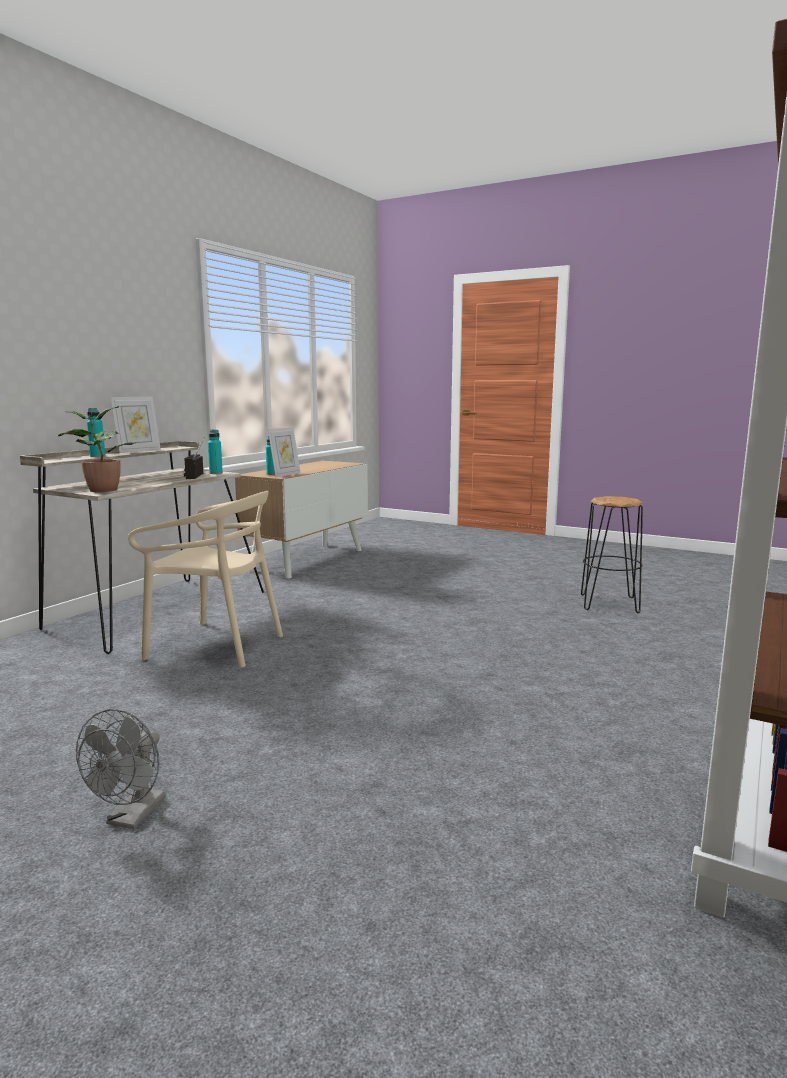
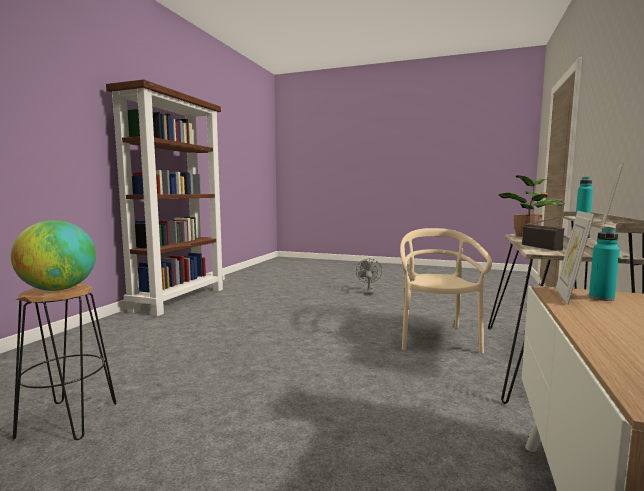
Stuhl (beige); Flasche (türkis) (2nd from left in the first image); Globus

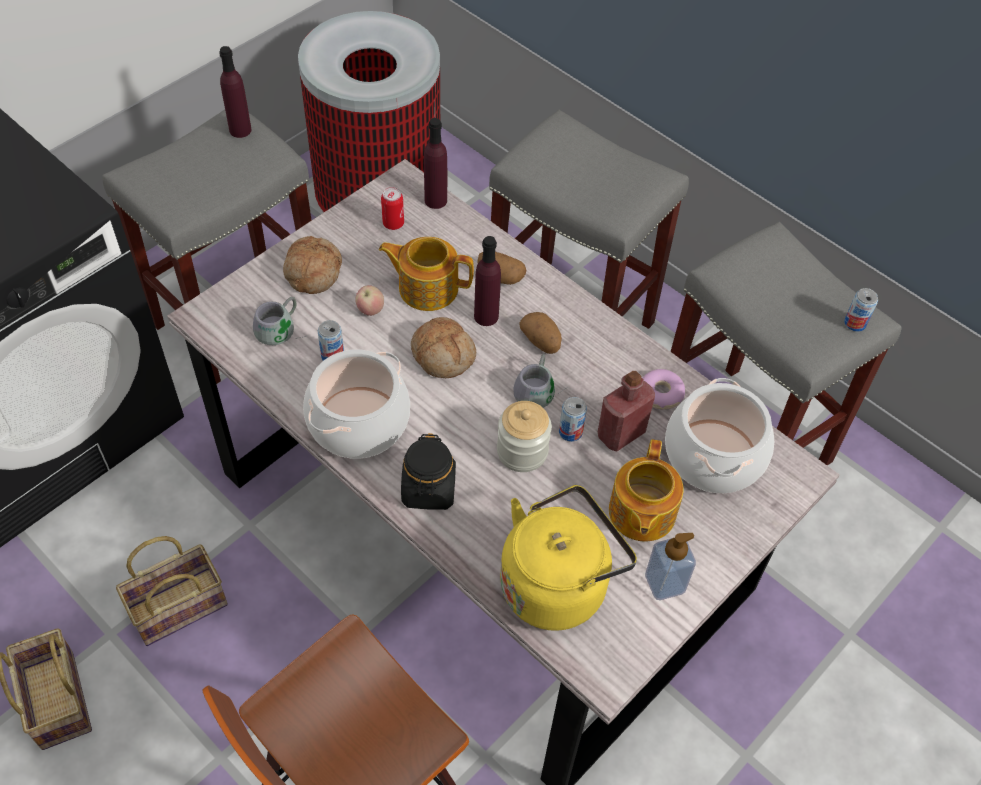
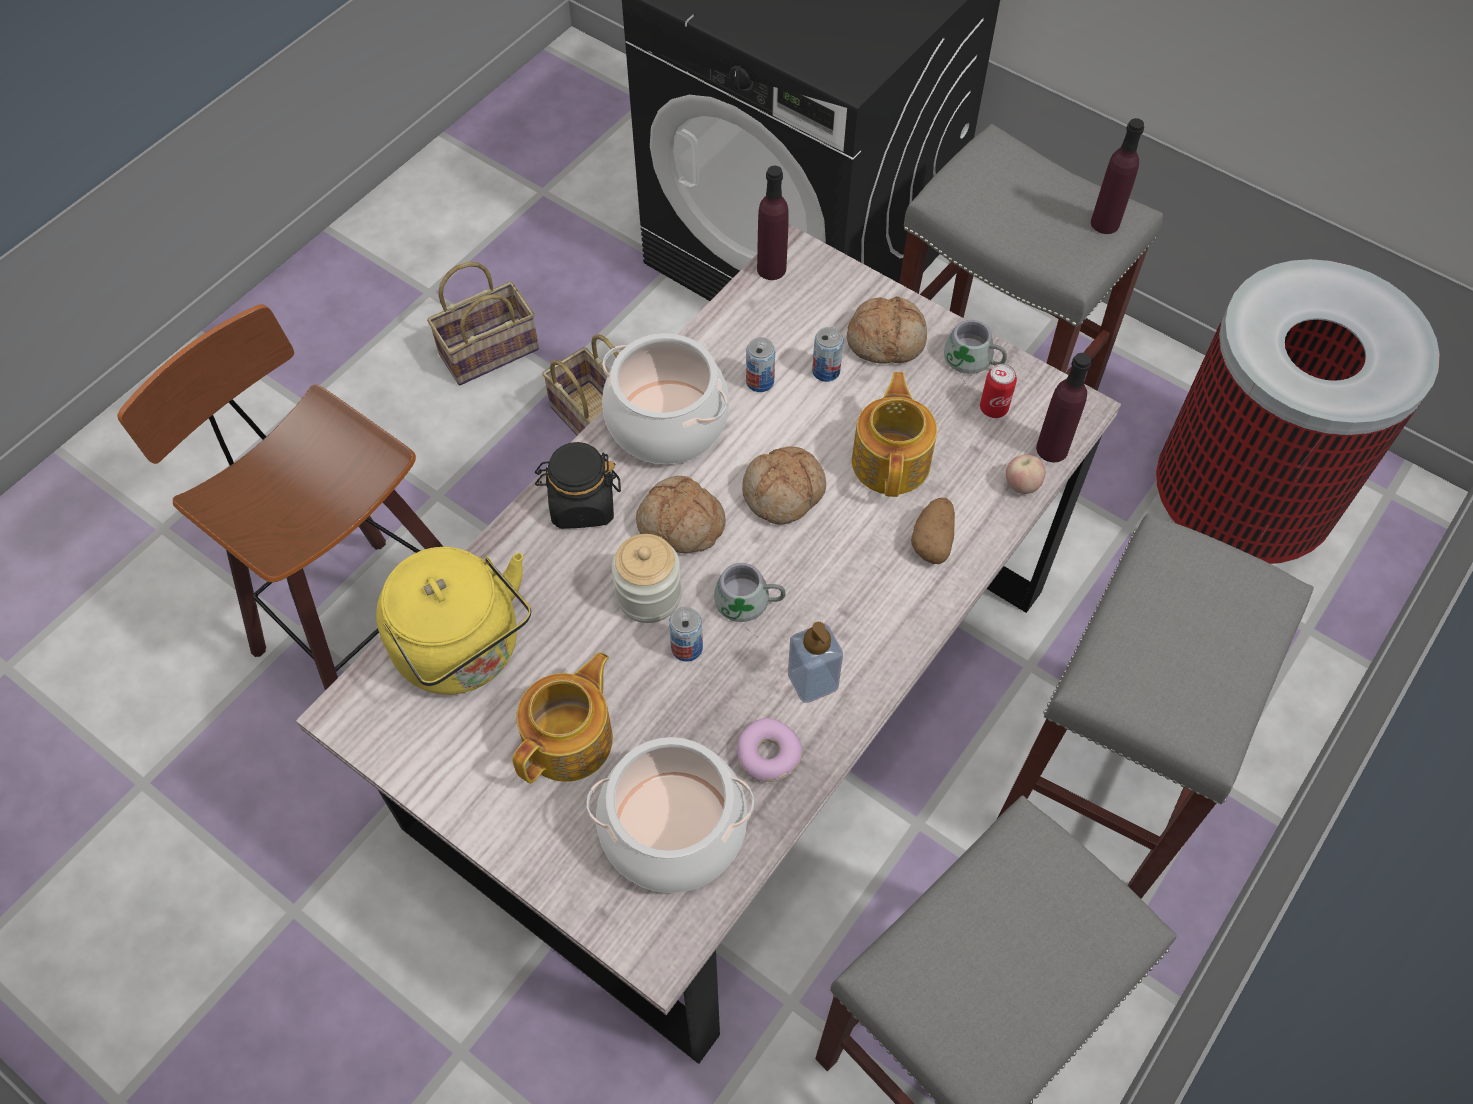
Henkelbecher (grau) (2nd from left); Apfel; Flasche (lila) (1st from left); Kartoffel (2nd from left in the first image); Flasche (rot); Teekanne (1st from left); Seifenspender; Dose (3rd from left); Brot (1st from left)

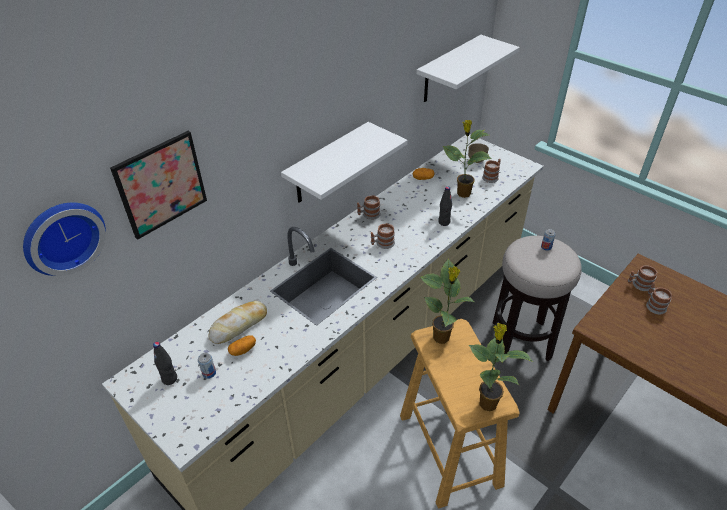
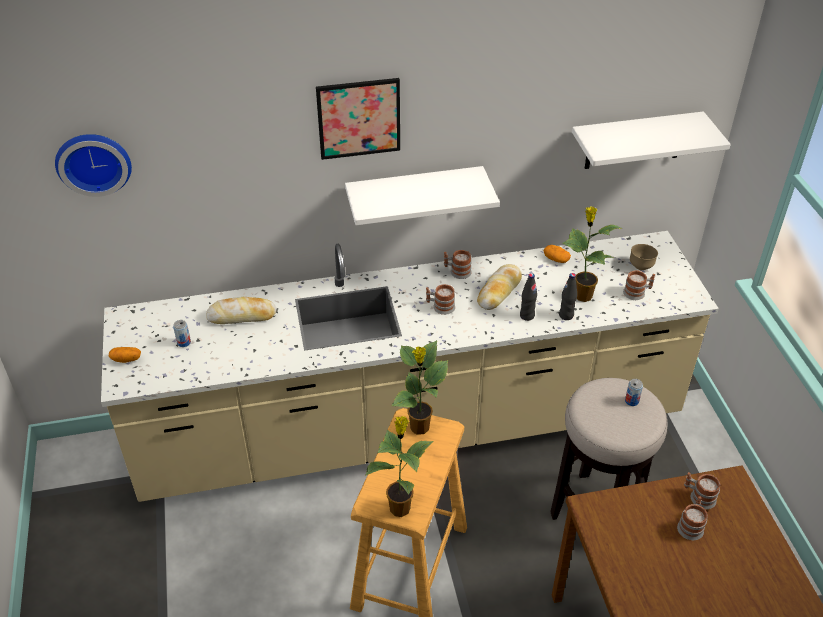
Bild; Flasche (schwarz) (2nd from left); Kartoffel (1st from left); Brot (2nd from left)

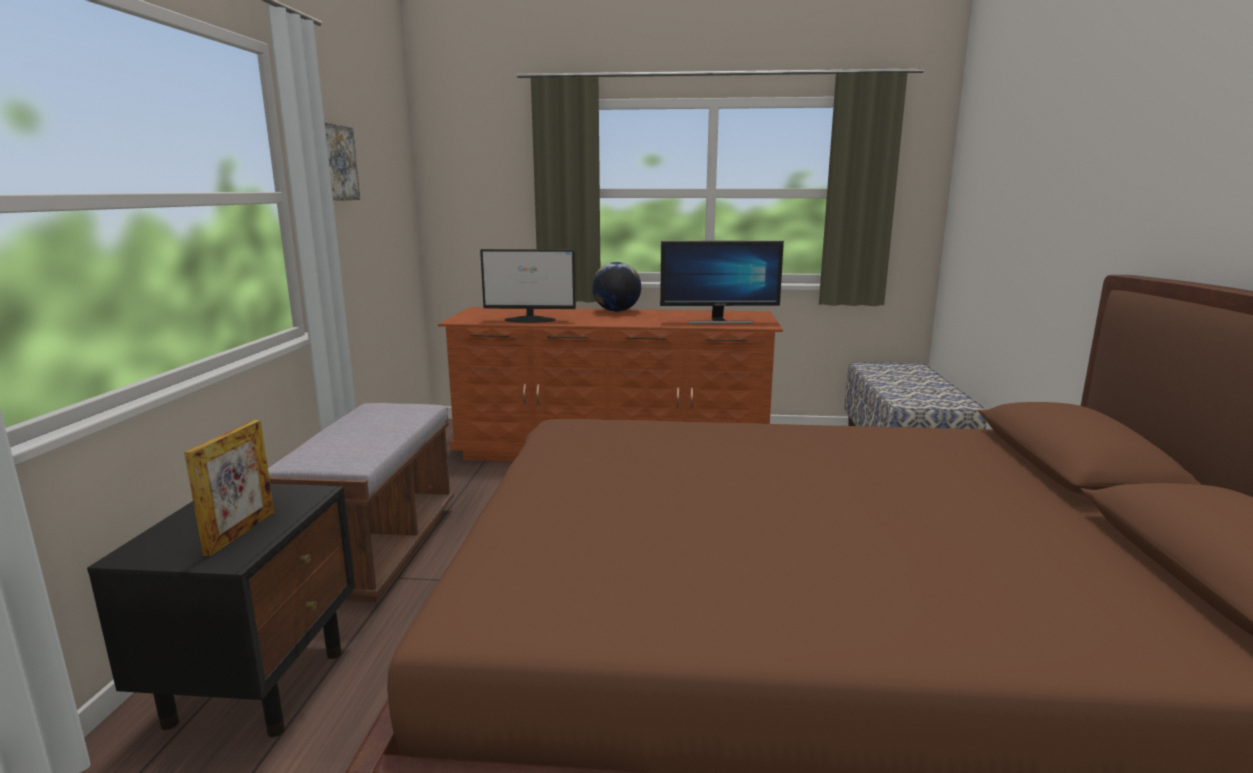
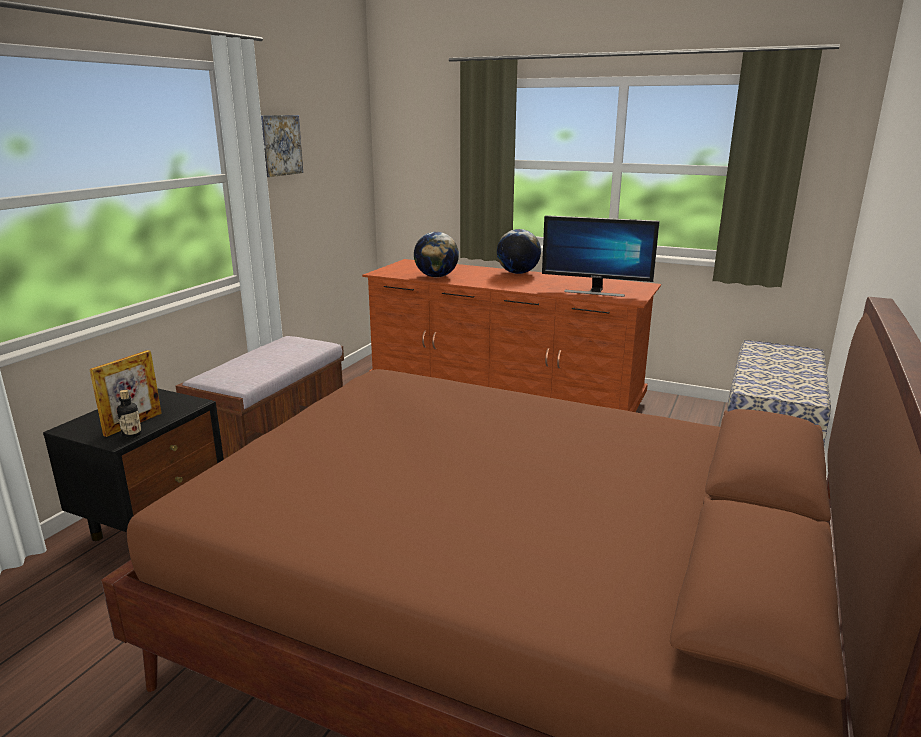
Globus (1st from left); Flasche

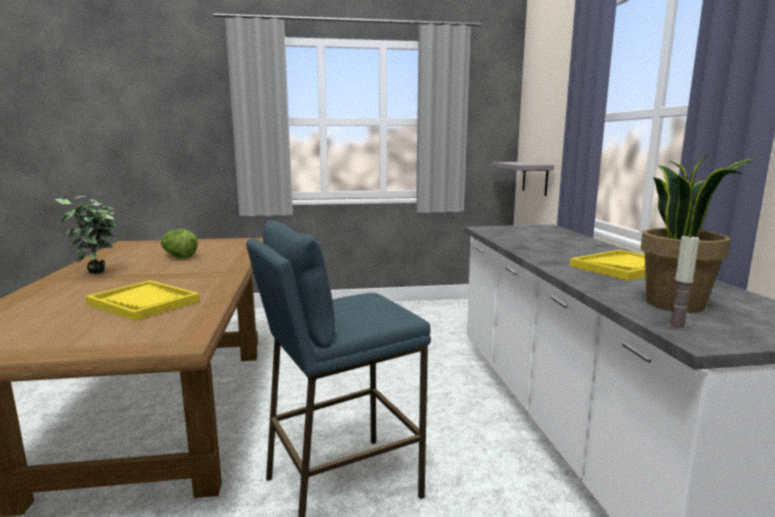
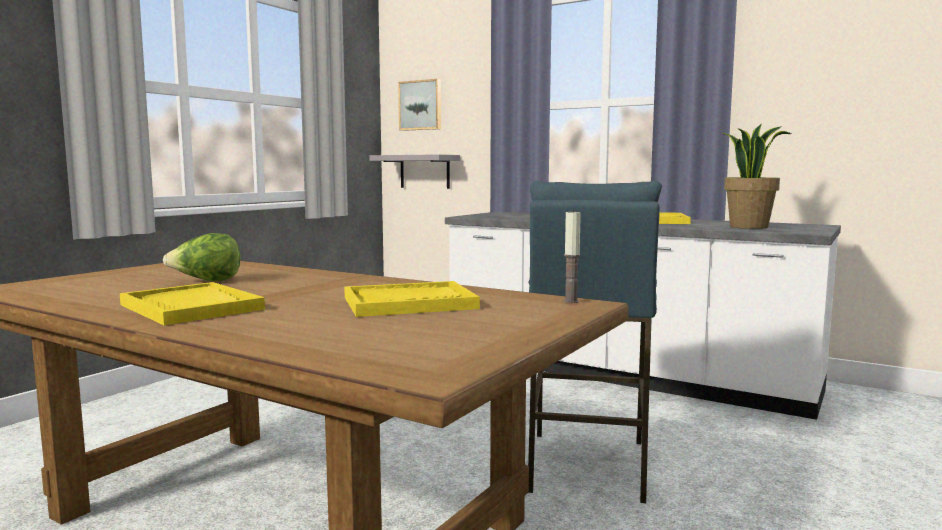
Tablett (gelb) (1st from left); Kerze; Bild

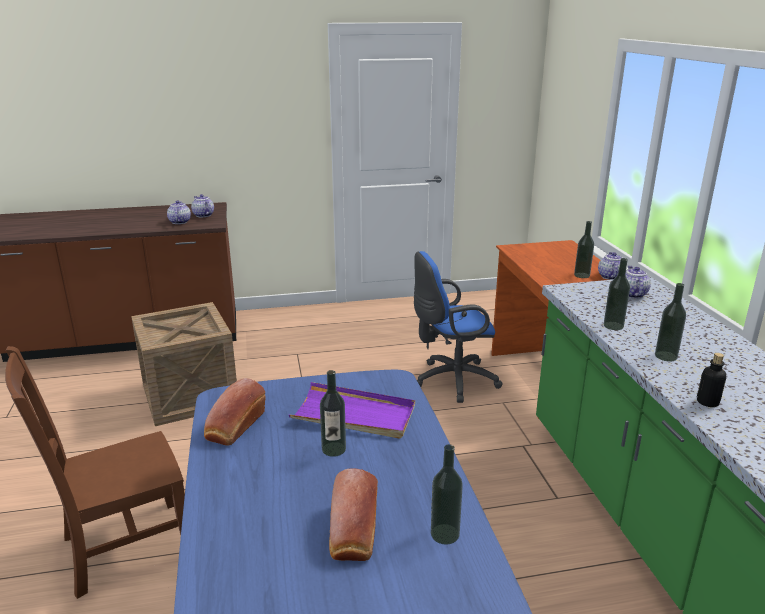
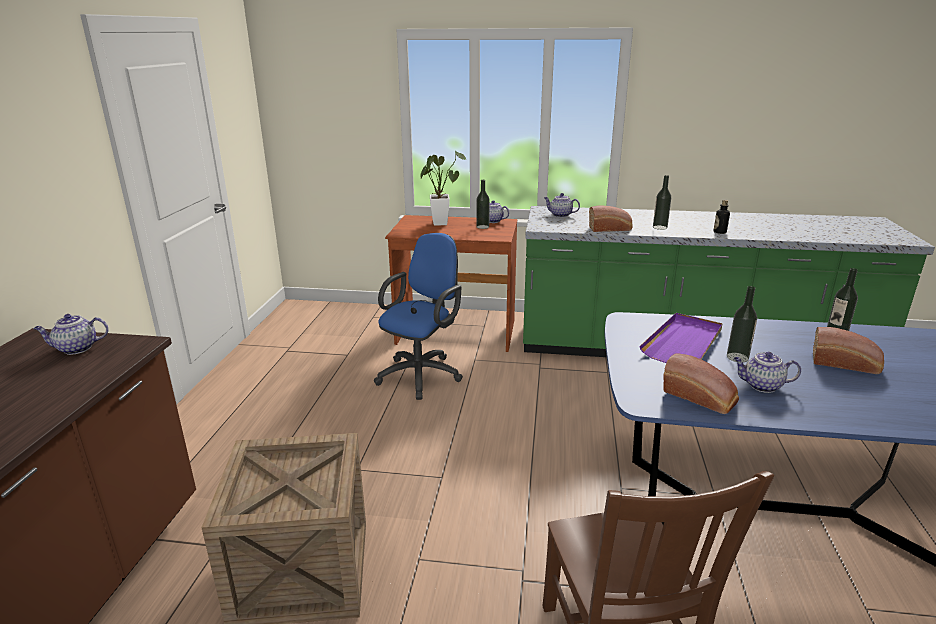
Teekanne (4th from left); Bürostuhl (blau); Brot (1st from left); Topfpflanze

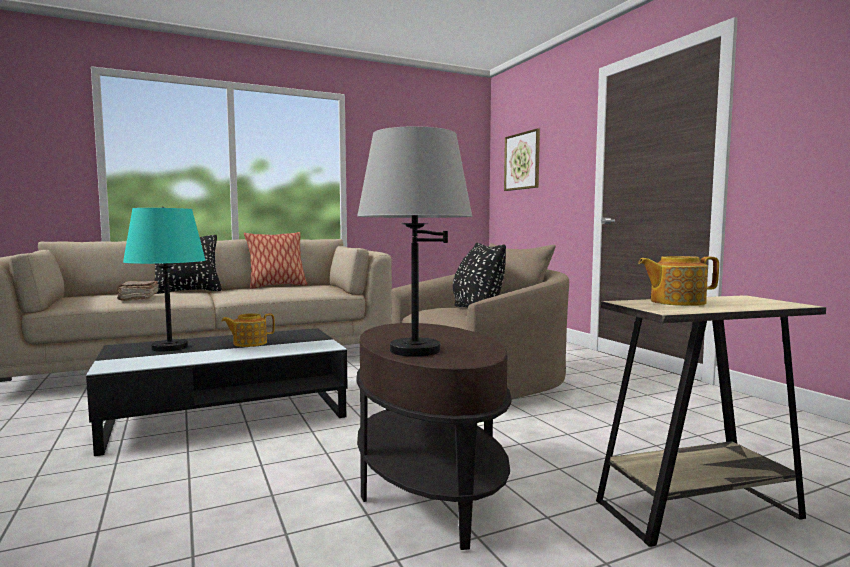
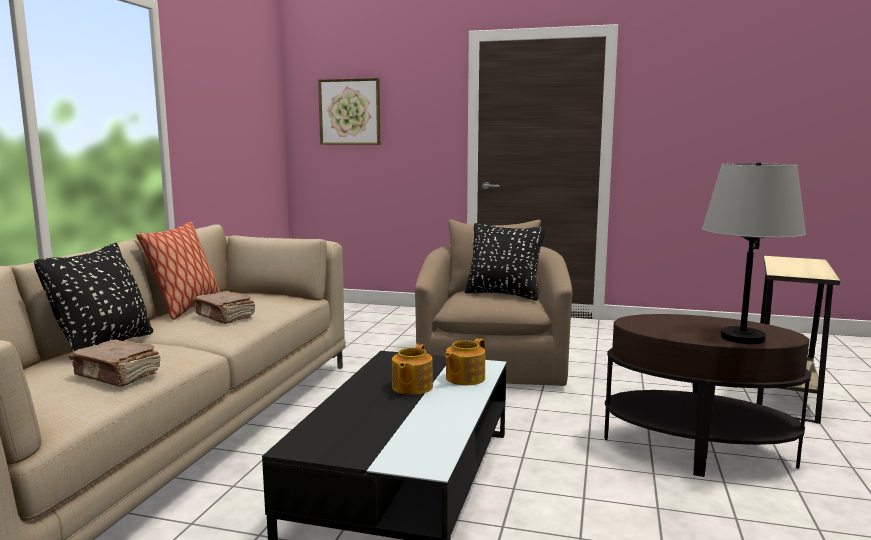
Tischlampe (türkis); Teekanne (2nd from left); Buch (braun) (2nd from left)

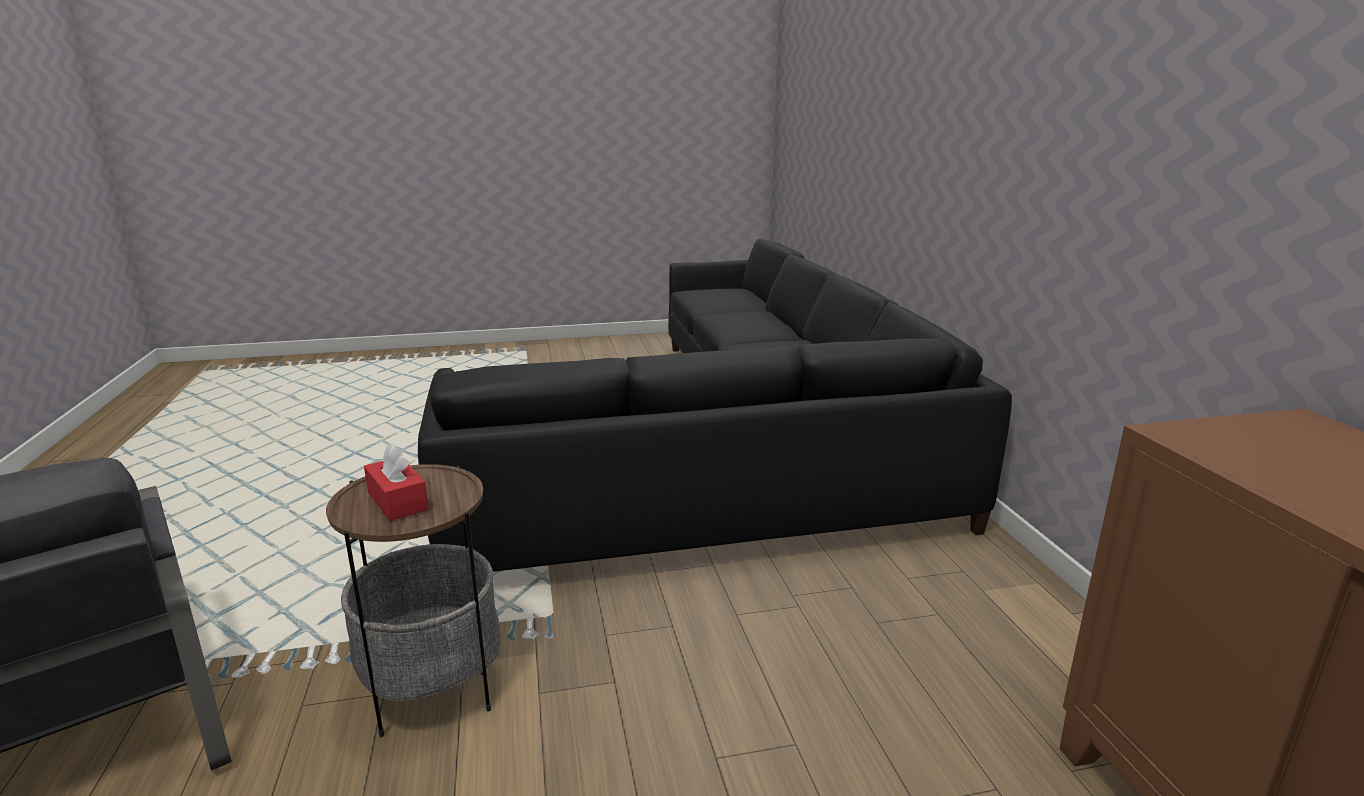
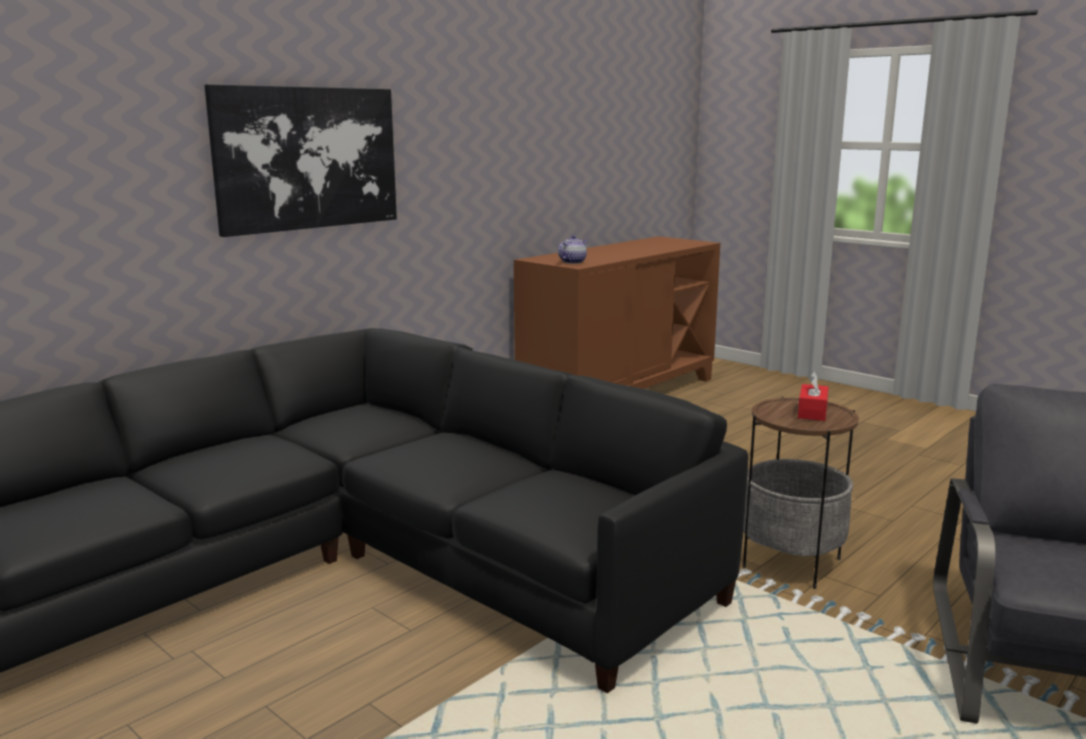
Bild; Teekanne

